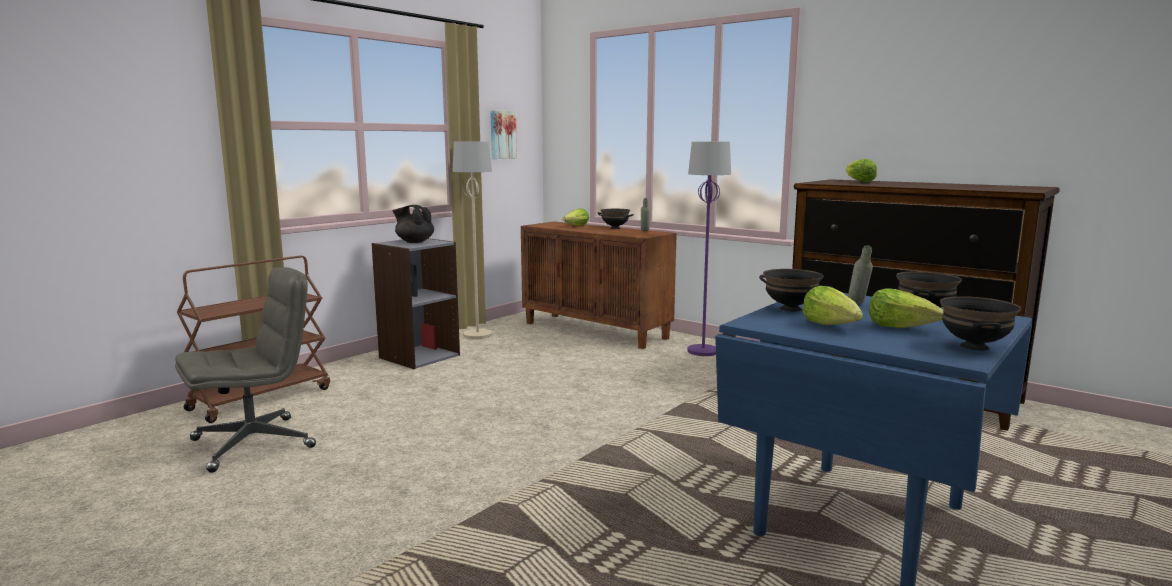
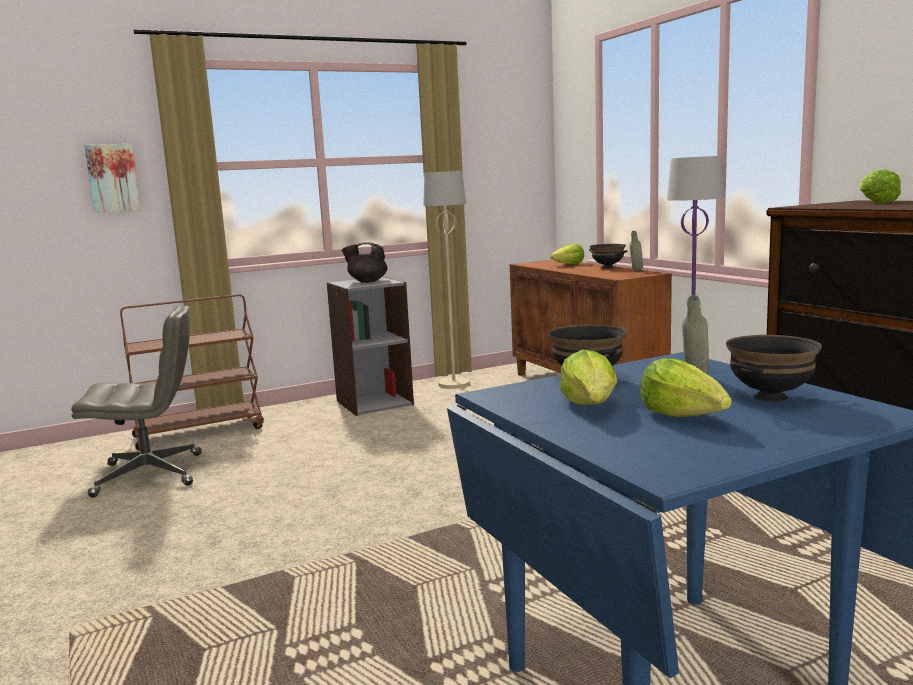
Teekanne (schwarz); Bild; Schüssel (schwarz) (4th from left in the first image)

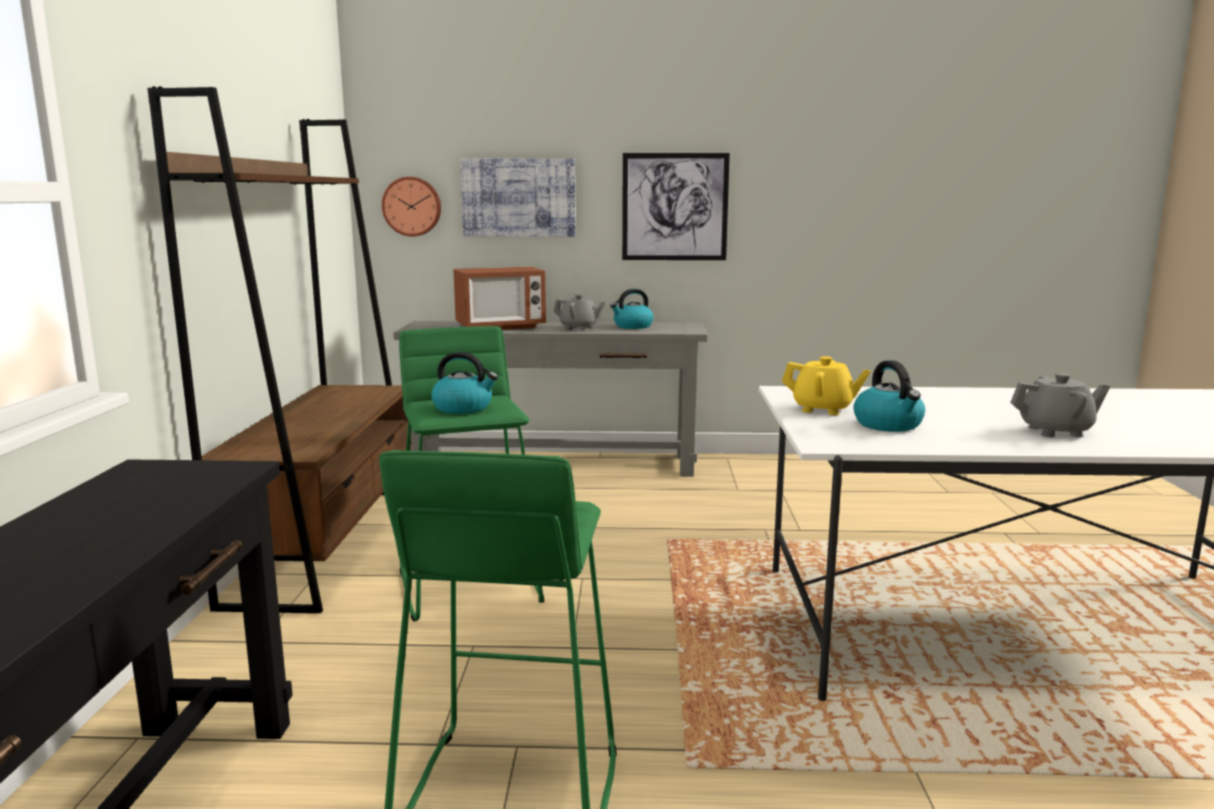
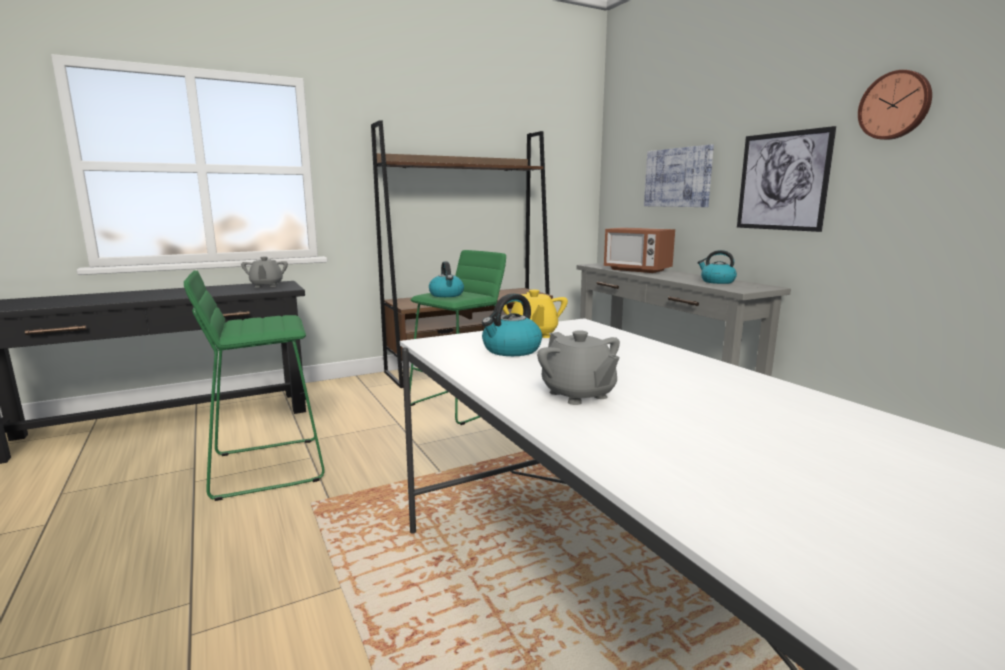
Wanduhr; Teekanne (grau) (1st from left)

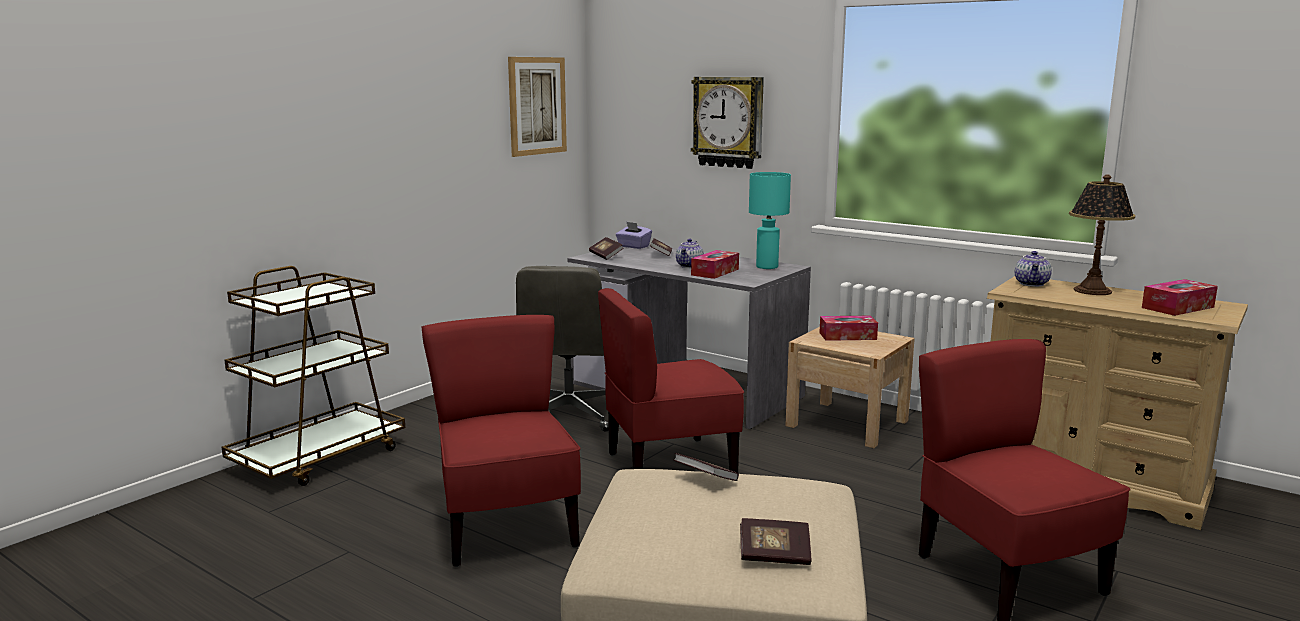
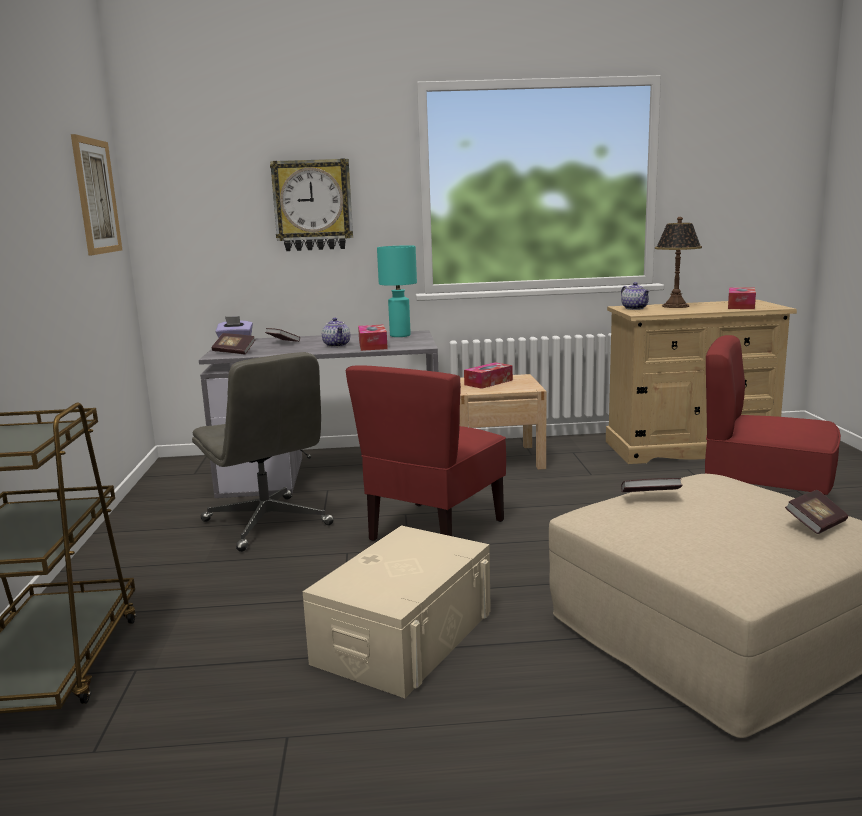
Aufbewahrungsbox (beige)

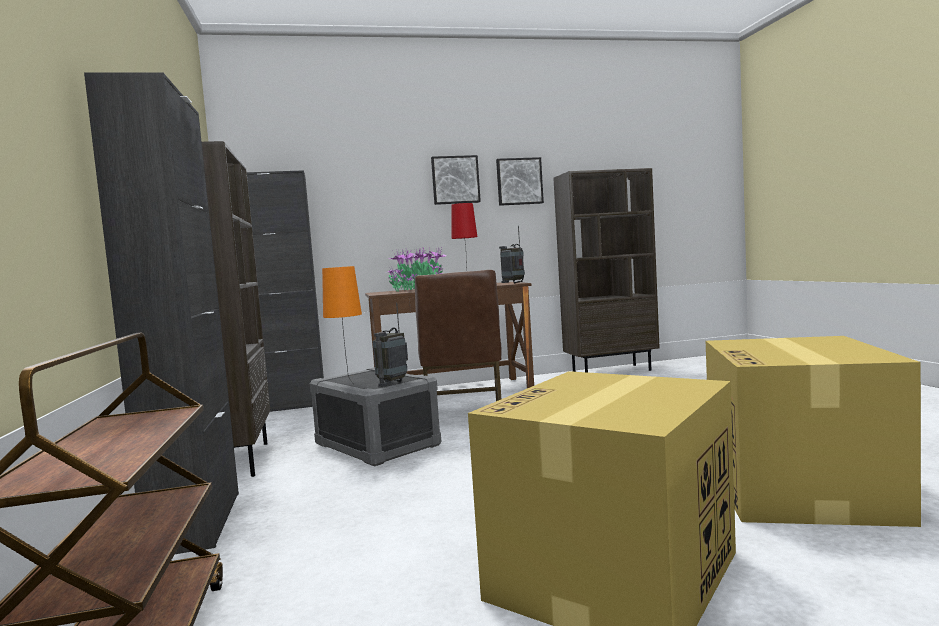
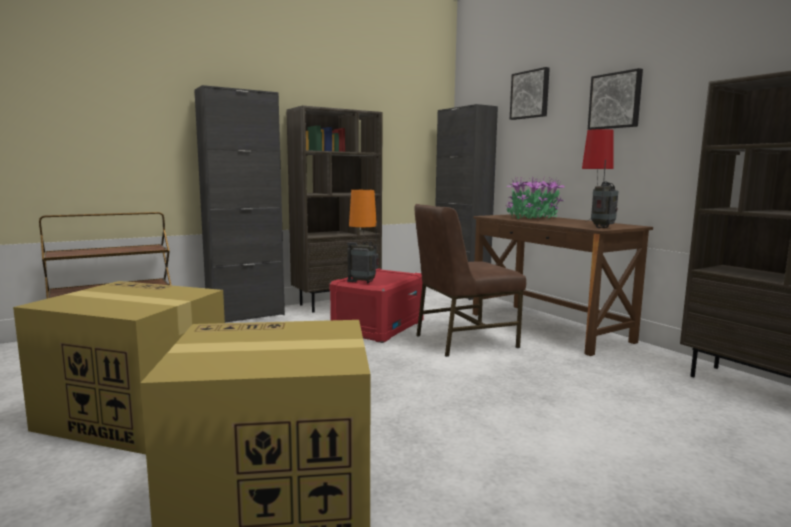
Aufbewahrungsbox (rot); Bild (1st from left)

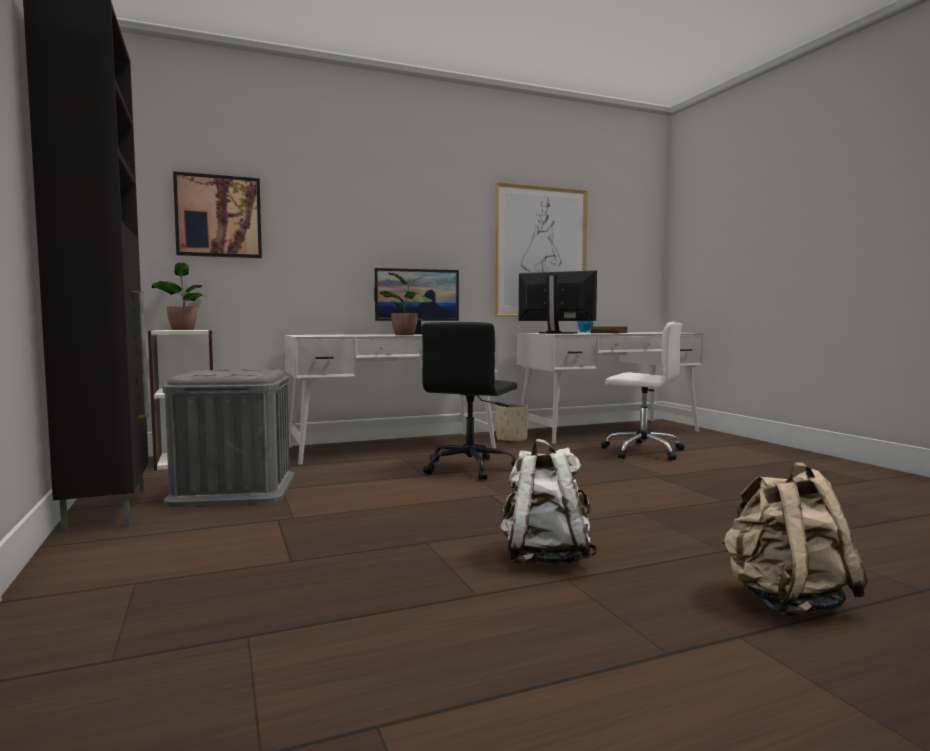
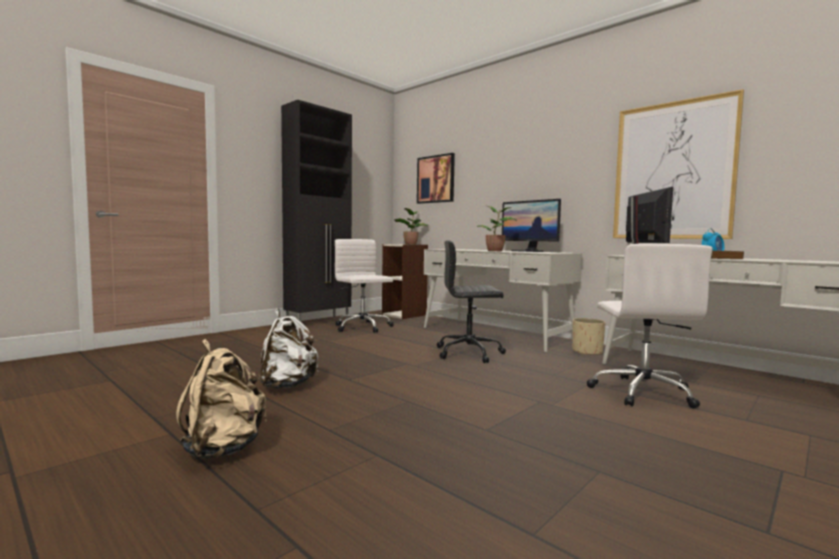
Bürostuhl (weiß) (1st from left)

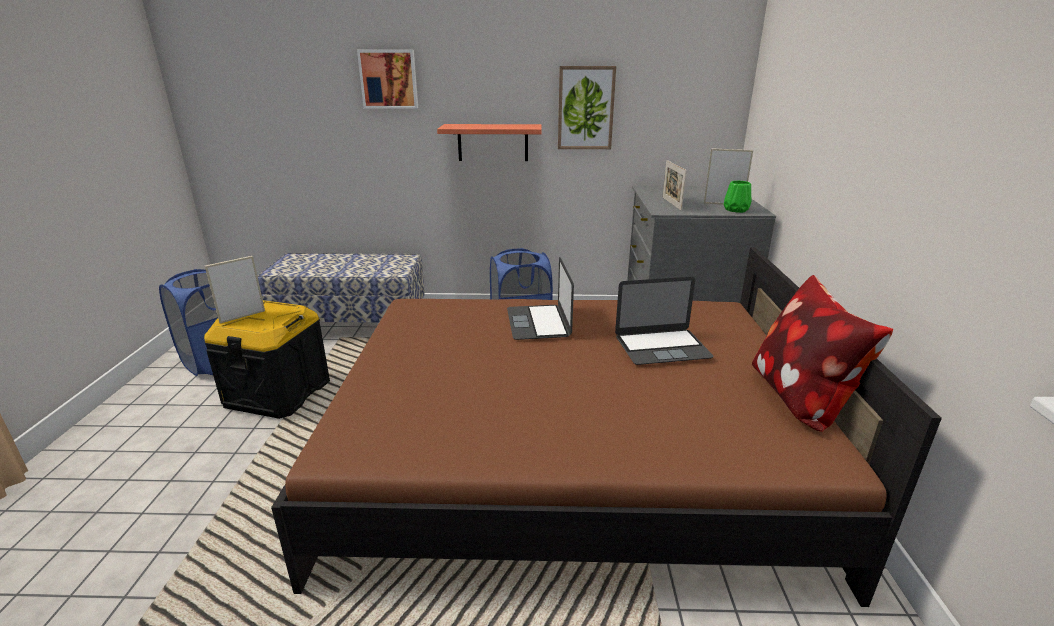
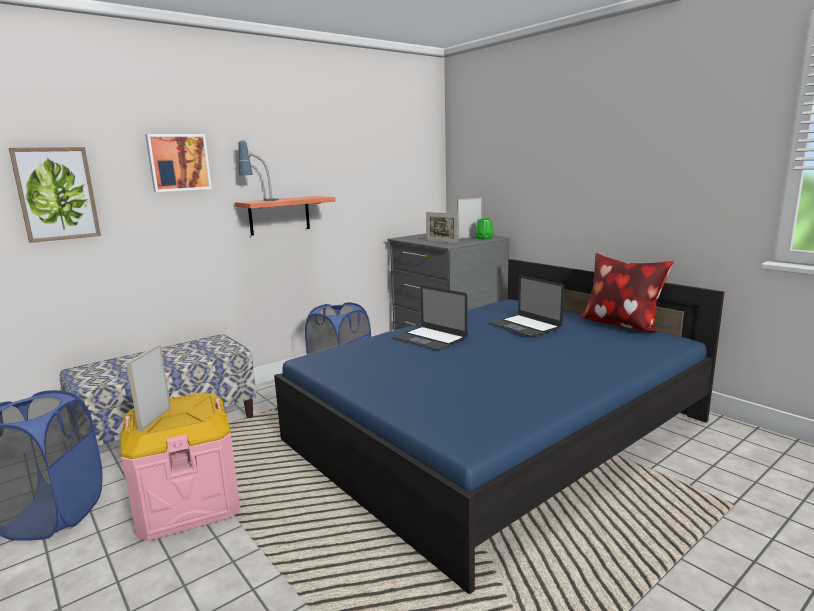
Aufbewahrungsbox (rosa); Bett (blau); Bild (1st from left); Laptop (2nd from left); Tischlampe

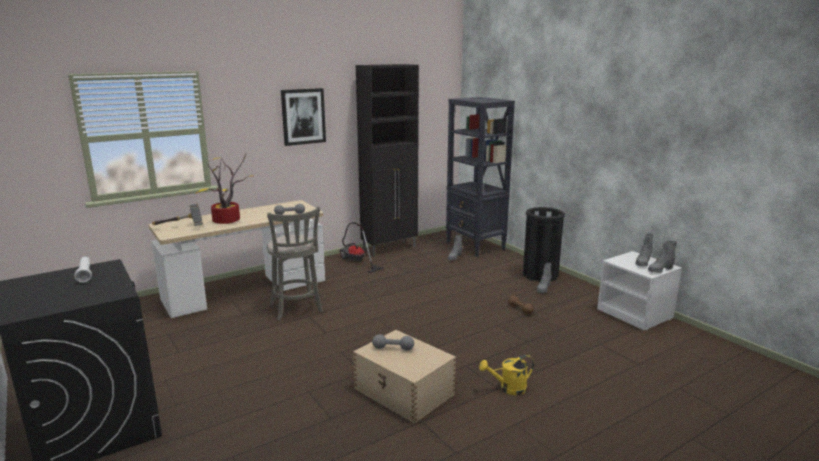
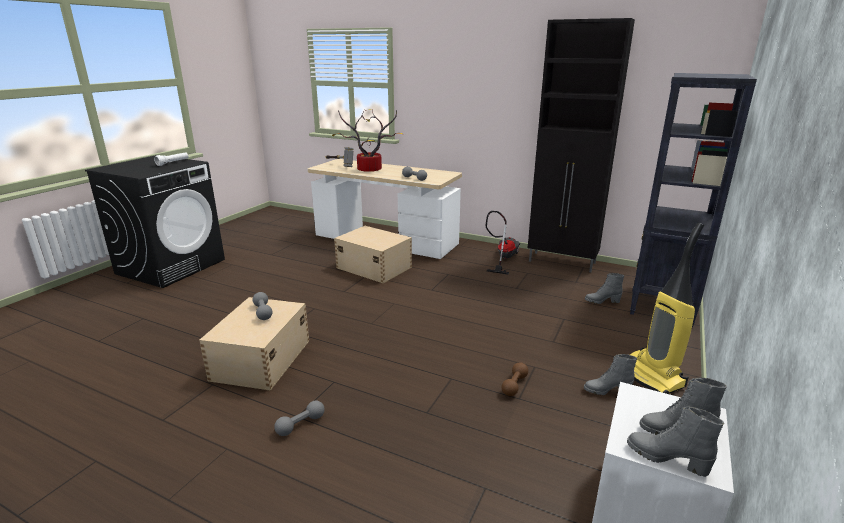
Aufbewahrungsbox (beige) (2nd from left); Bild; Hantel (grau) (2nd from left); Staubsauger (2nd from left)

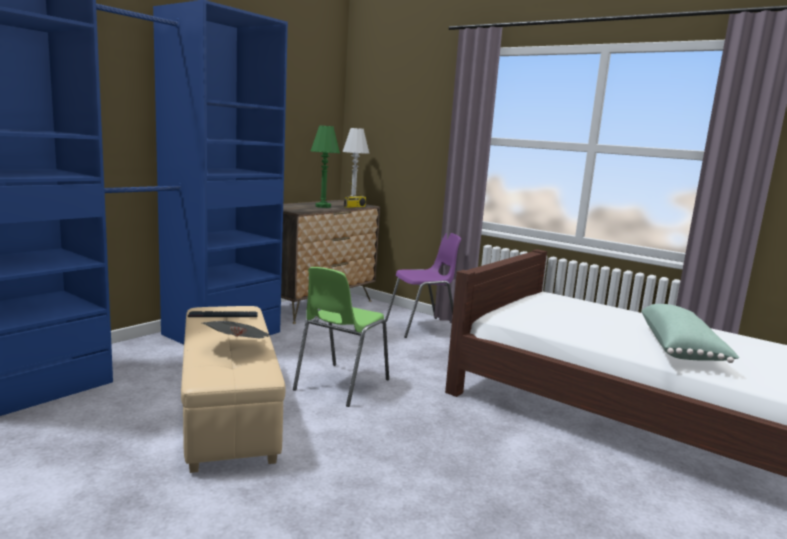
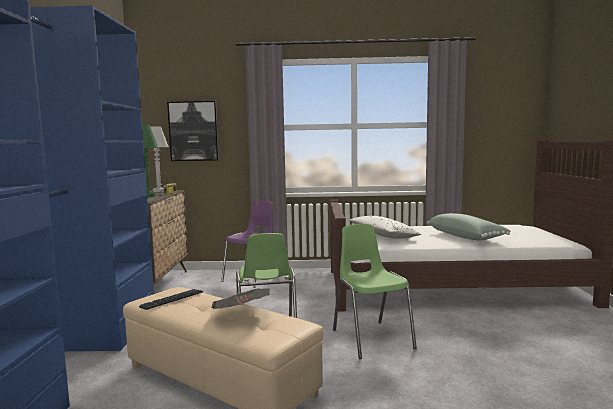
Bild; Stuhl (grün) (2nd from left); Kissen (weiß)

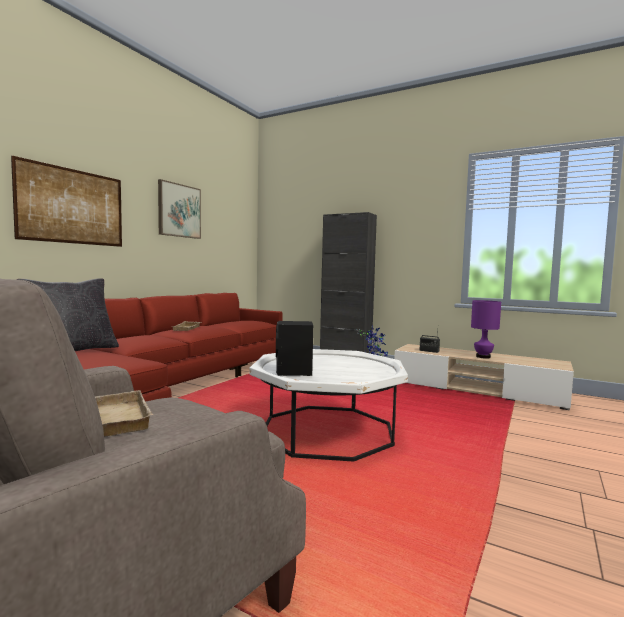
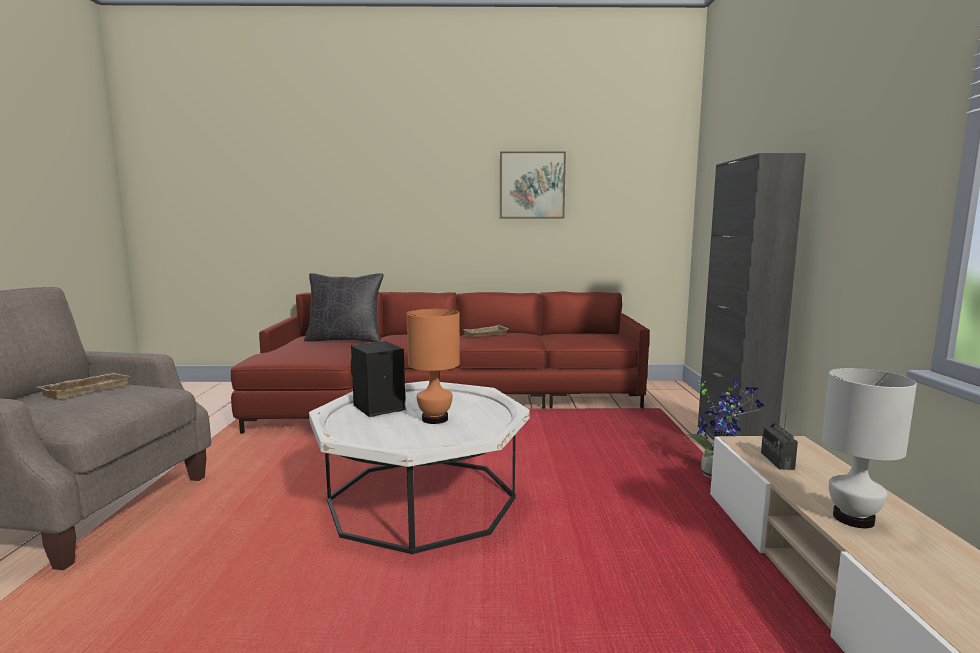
Bild (1st from left in the first image); Tischlampe (weiß); Tischlampe (orange)

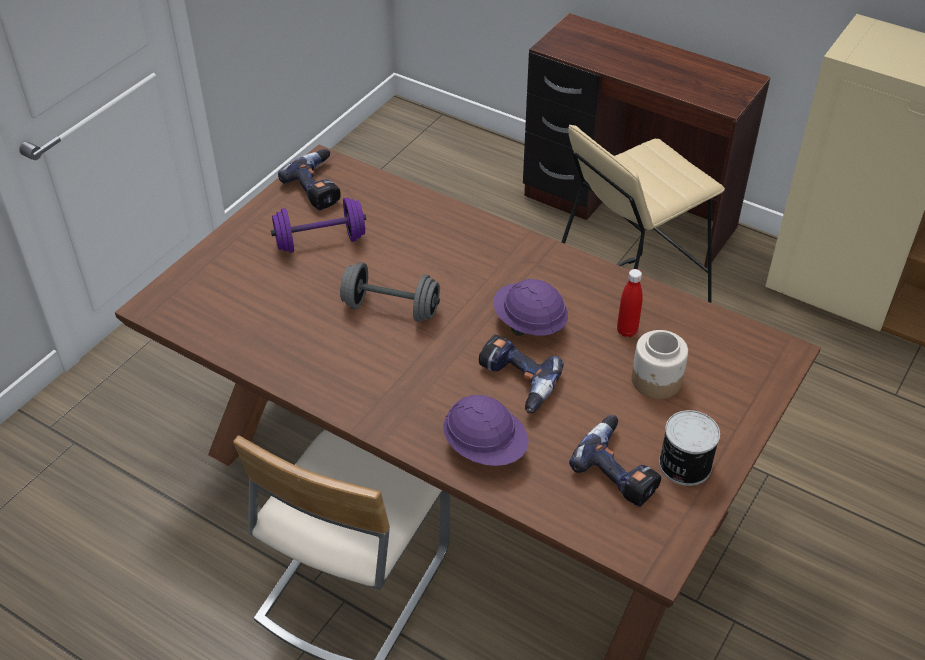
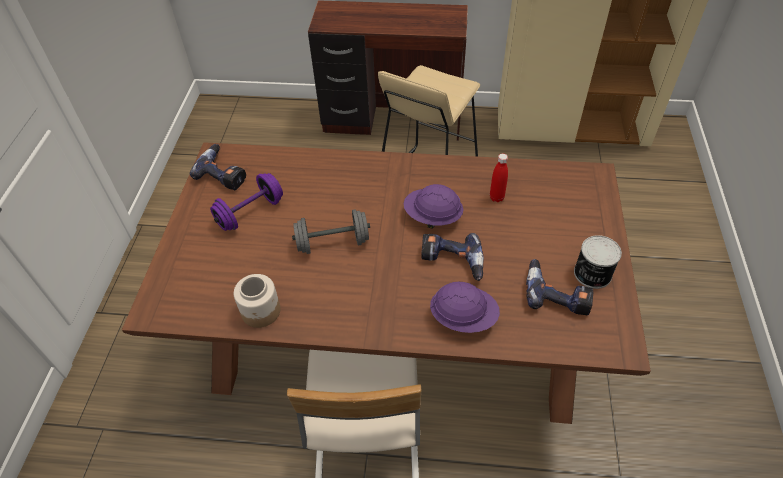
Vorratsglas

